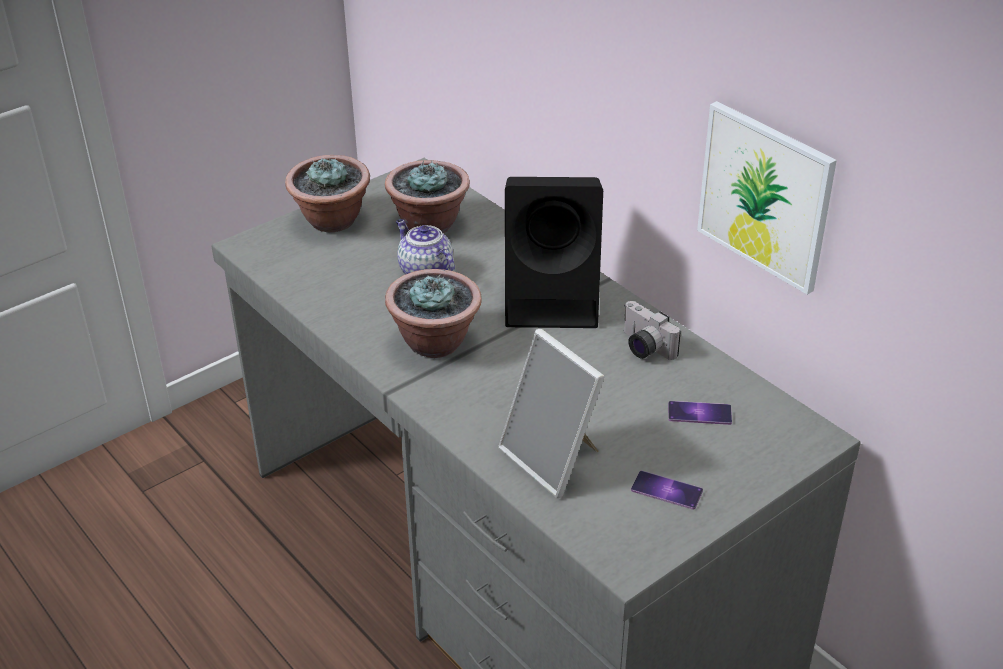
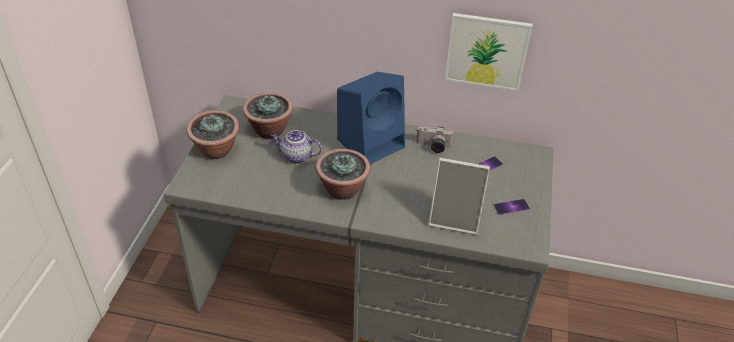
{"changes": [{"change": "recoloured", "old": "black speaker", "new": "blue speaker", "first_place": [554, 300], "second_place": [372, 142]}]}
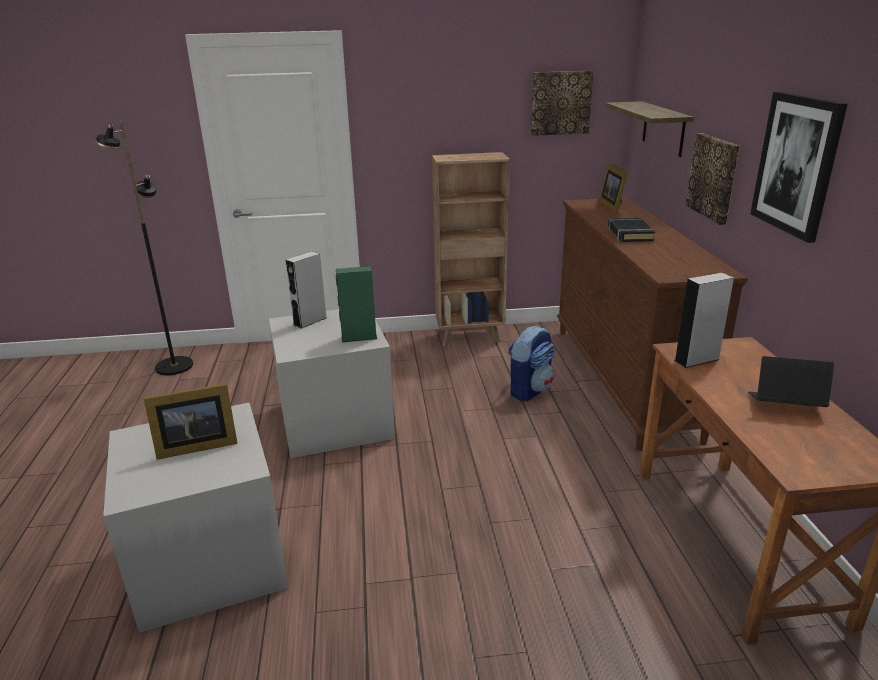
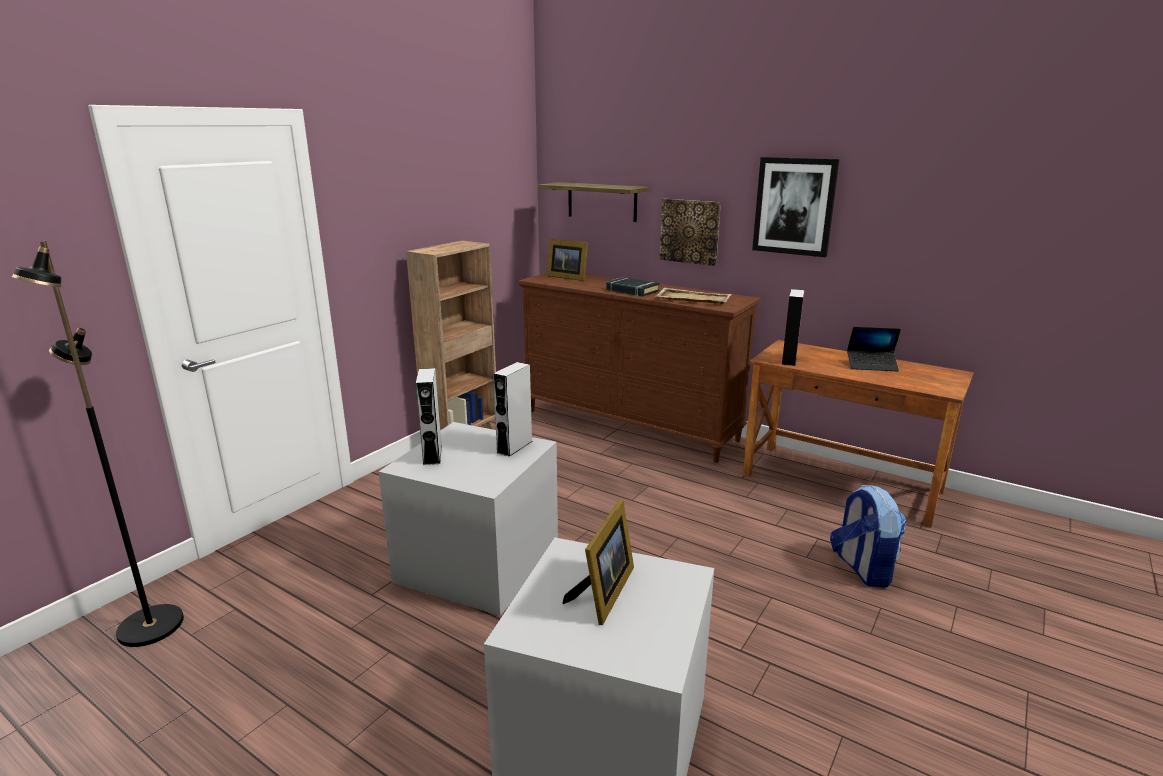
{"changes": [{"change": "removed", "old": "picture", "first_place": [560, 103]}, {"change": "added", "new": "beige tray", "second_place": [692, 298]}, {"change": "moved", "old": "backpack", "first_place": [529, 390], "second_place": [862, 568]}, {"change": "recoloured", "old": "green speaker", "new": "grey speaker", "first_place": [359, 337], "second_place": [514, 447]}, {"change": "turned", "old": "laptop", "first_place": [784, 405], "second_place": [871, 365], "degrees": -135}]}
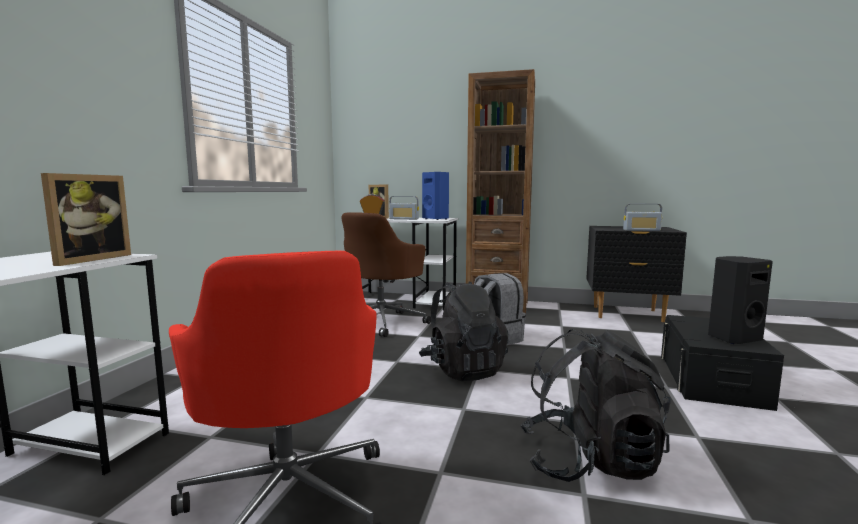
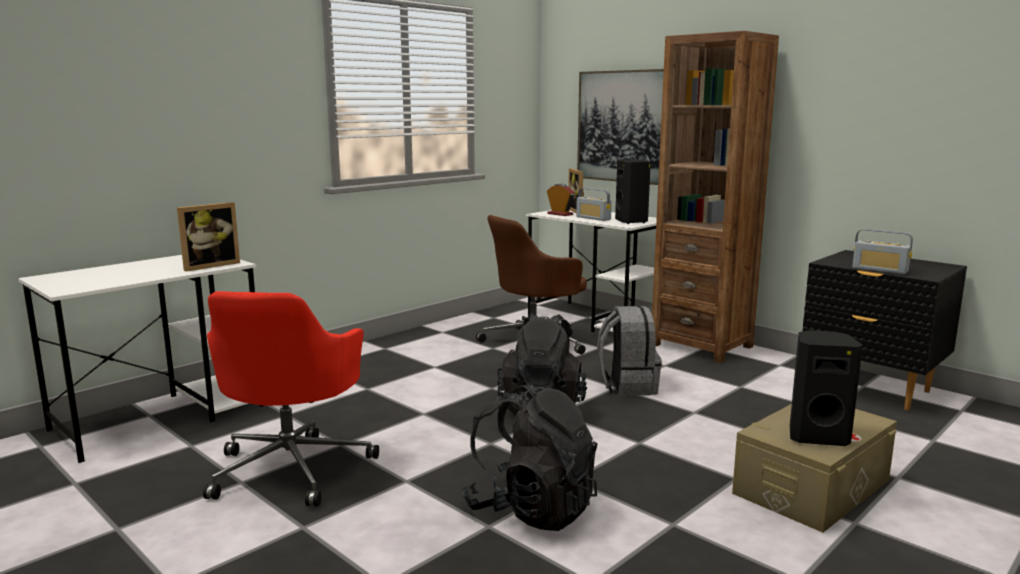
{"changes": [{"change": "added", "new": "picture", "second_place": [623, 126]}, {"change": "recoloured", "old": "blue speaker", "new": "black speaker", "first_place": [436, 219], "second_place": [632, 221]}, {"change": "recoloured", "old": "black storage box", "new": "beige storage box", "first_place": [712, 380], "second_place": [811, 487]}]}
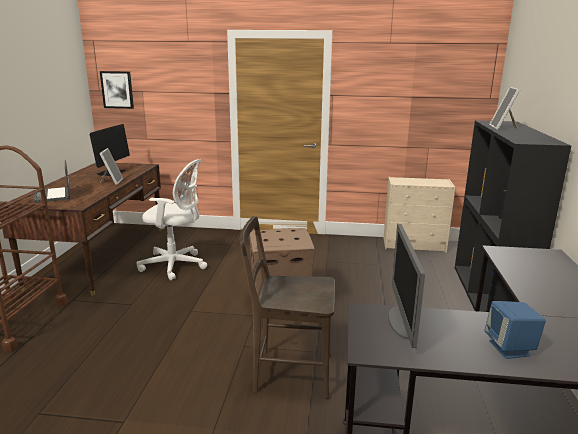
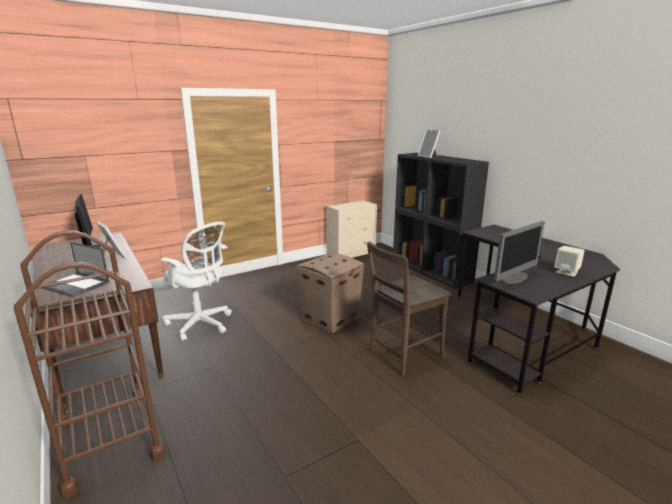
{"changes": [{"change": "removed", "old": "picture", "first_place": [117, 89]}, {"change": "recoloured", "old": "blue speaker", "new": "beige speaker", "first_place": [510, 348], "second_place": [567, 272]}, {"change": "turned", "old": "white office chair", "first_place": [176, 265], "second_place": [201, 325], "degrees": 60}, {"change": "turned", "old": "monitor", "first_place": [402, 322], "second_place": [515, 278], "degrees": -90}]}
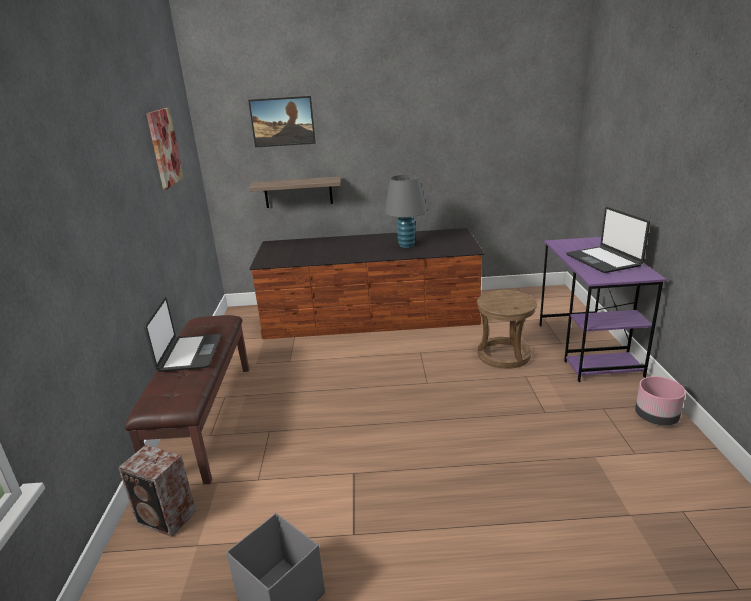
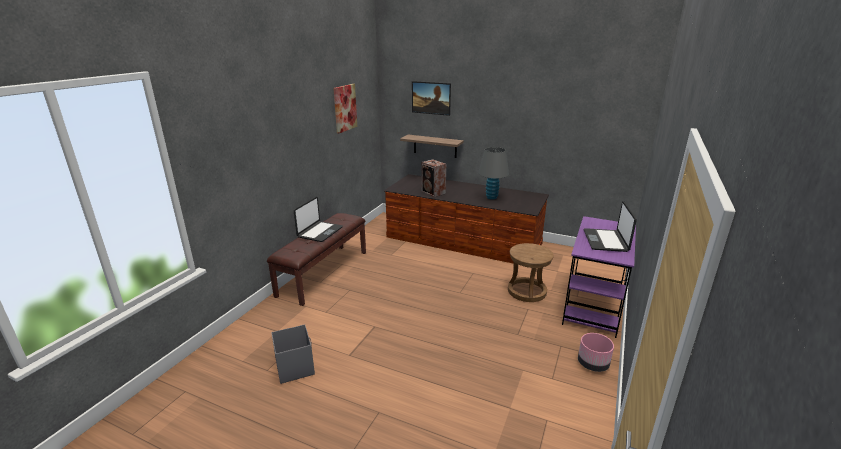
{"changes": [{"change": "moved", "old": "speaker", "first_place": [167, 518], "second_place": [433, 193]}]}
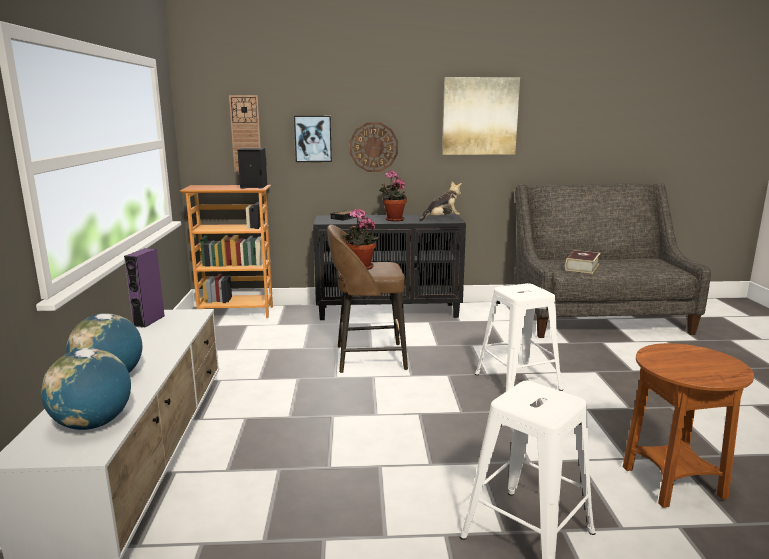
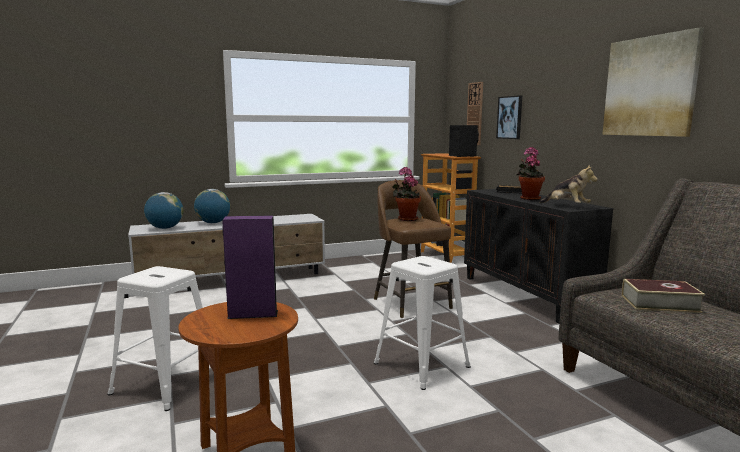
{"changes": [{"change": "removed", "old": "wall clock", "first_place": [373, 147]}, {"change": "moved", "old": "purple speaker", "first_place": [149, 321], "second_place": [252, 314]}]}
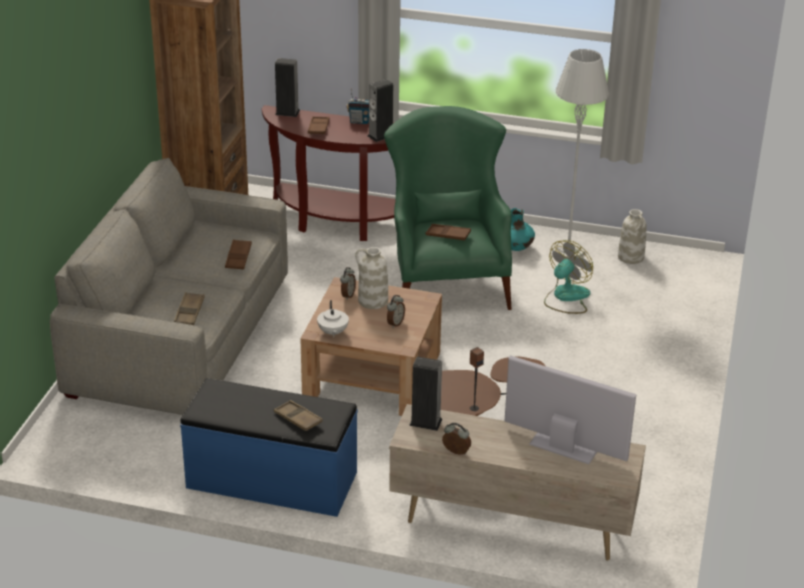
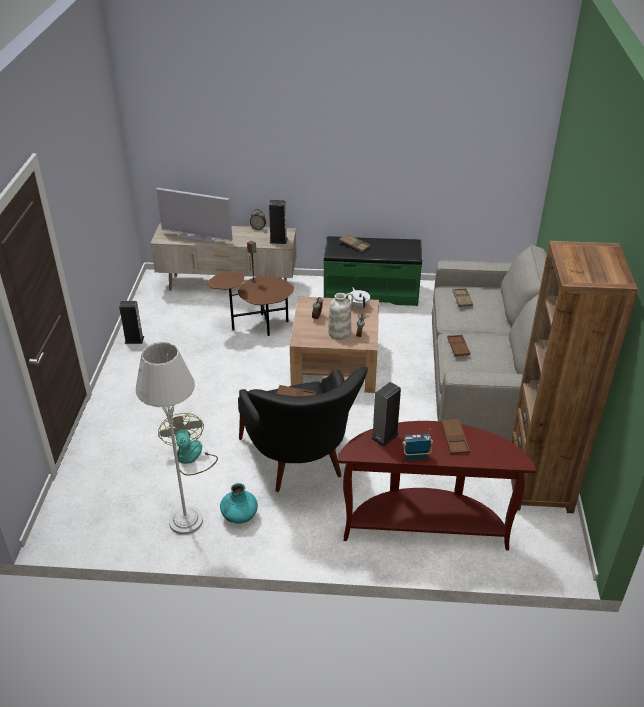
{"changes": [{"change": "removed", "old": "white vase", "first_place": [631, 257]}, {"change": "moved", "old": "speaker", "first_place": [287, 112], "second_place": [134, 340]}, {"change": "recoloured", "old": "blue bench", "new": "green bench", "first_place": [271, 481], "second_place": [371, 292]}, {"change": "recoloured", "old": "green armchair", "new": "black armchair", "first_place": [445, 278], "second_place": [301, 465]}, {"change": "turned", "old": "fan", "first_place": [566, 297], "second_place": [190, 458], "degrees": 135}]}
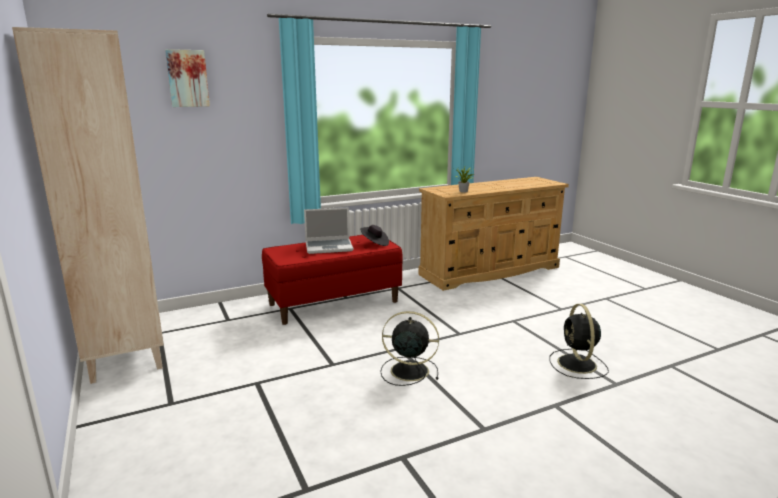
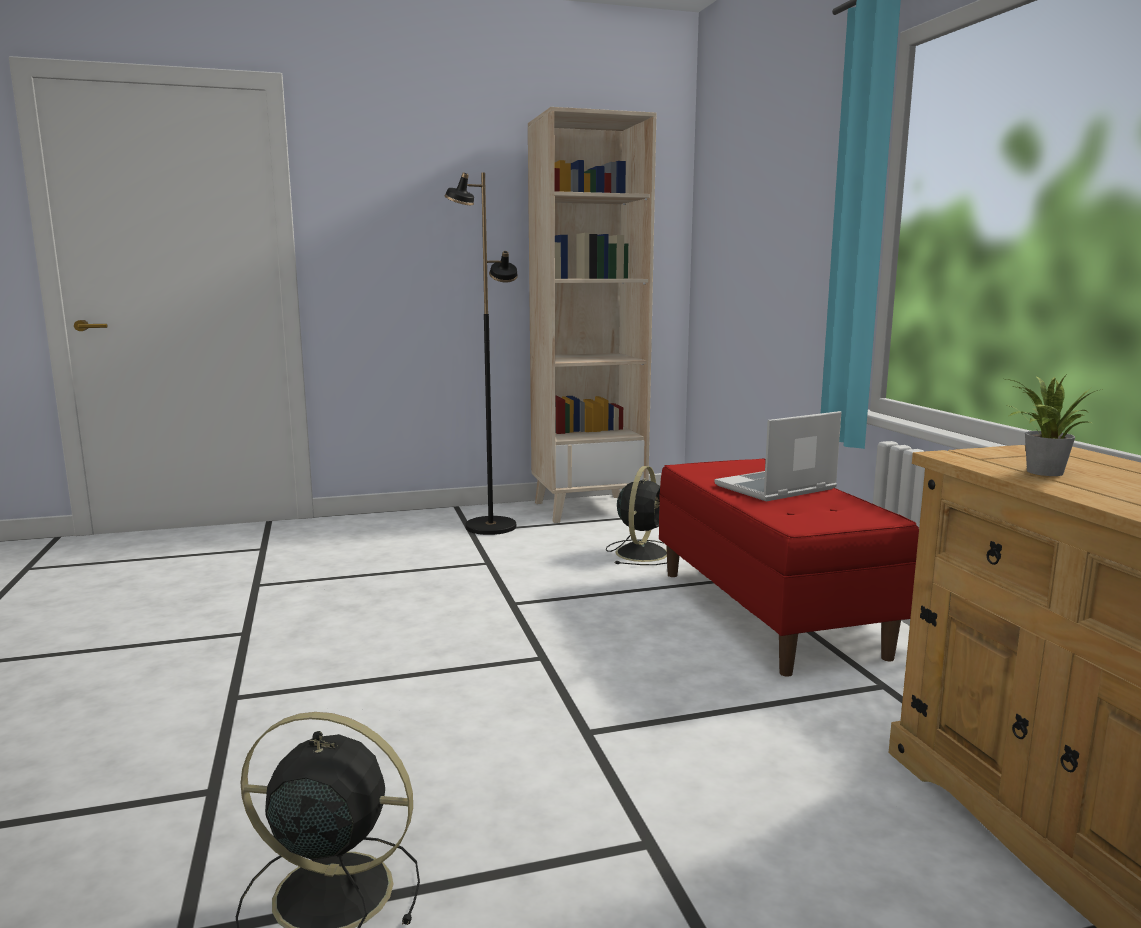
{"changes": [{"change": "removed", "old": "picture", "first_place": [187, 78]}, {"change": "removed", "old": "black hat", "first_place": [374, 243]}, {"change": "added", "new": "black floor lamp", "second_place": [490, 526]}, {"change": "moved", "old": "black fan", "first_place": [407, 371], "second_place": [642, 552]}, {"change": "turned", "old": "laptop", "first_place": [329, 247], "second_place": [775, 488], "degrees": 60}]}
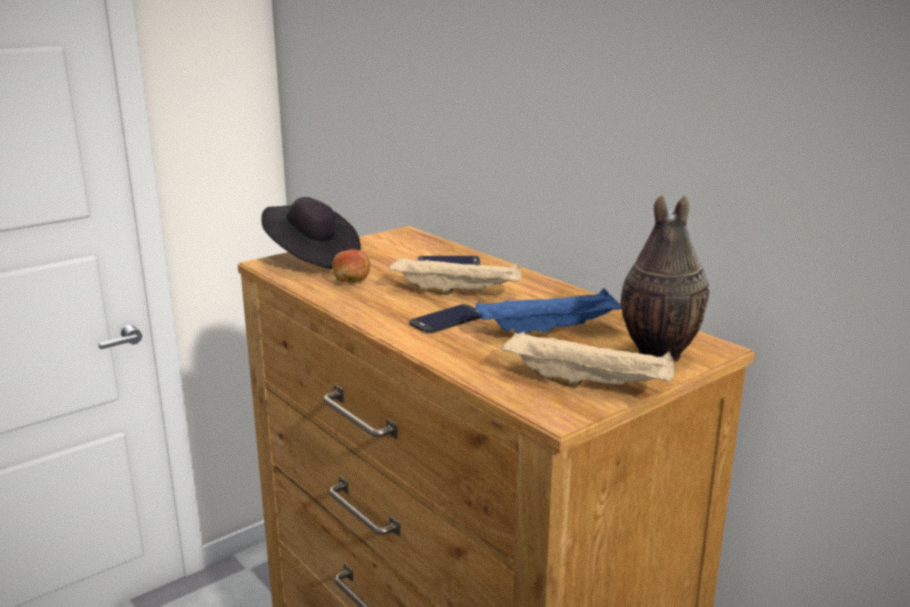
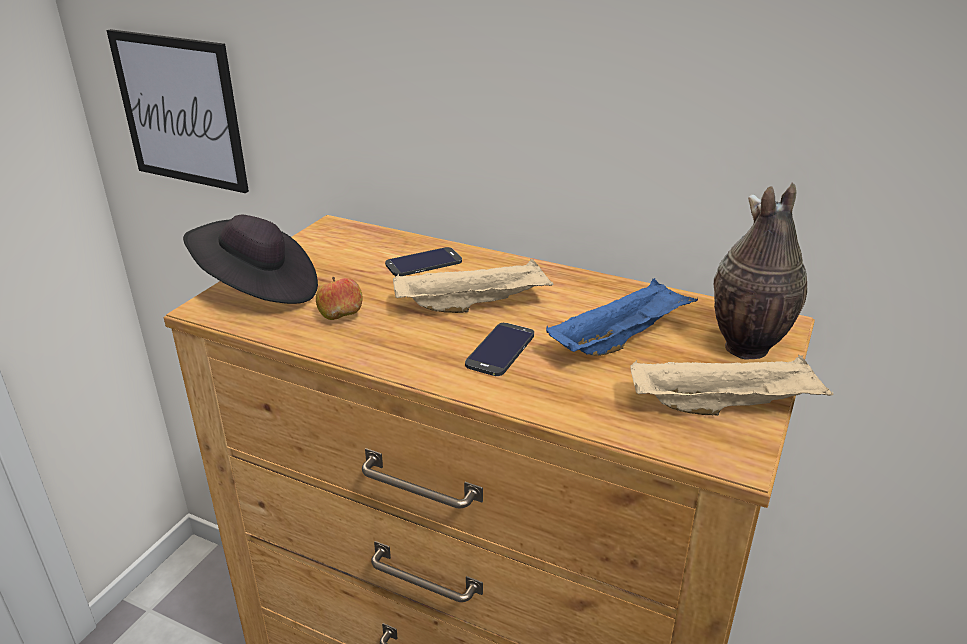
{"changes": [{"change": "added", "new": "picture", "second_place": [180, 111]}]}
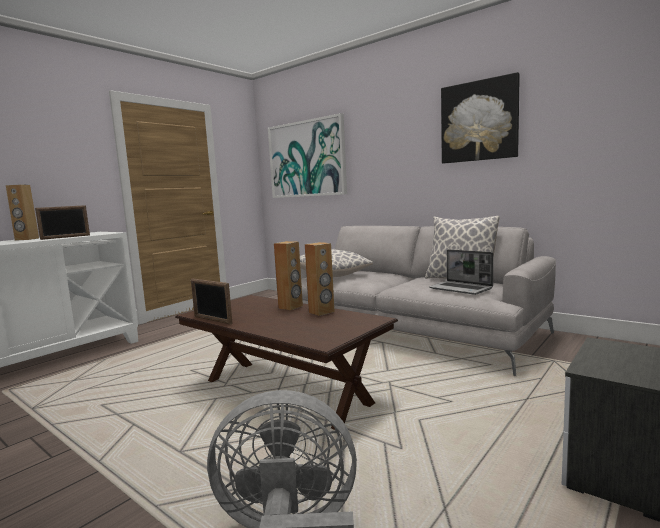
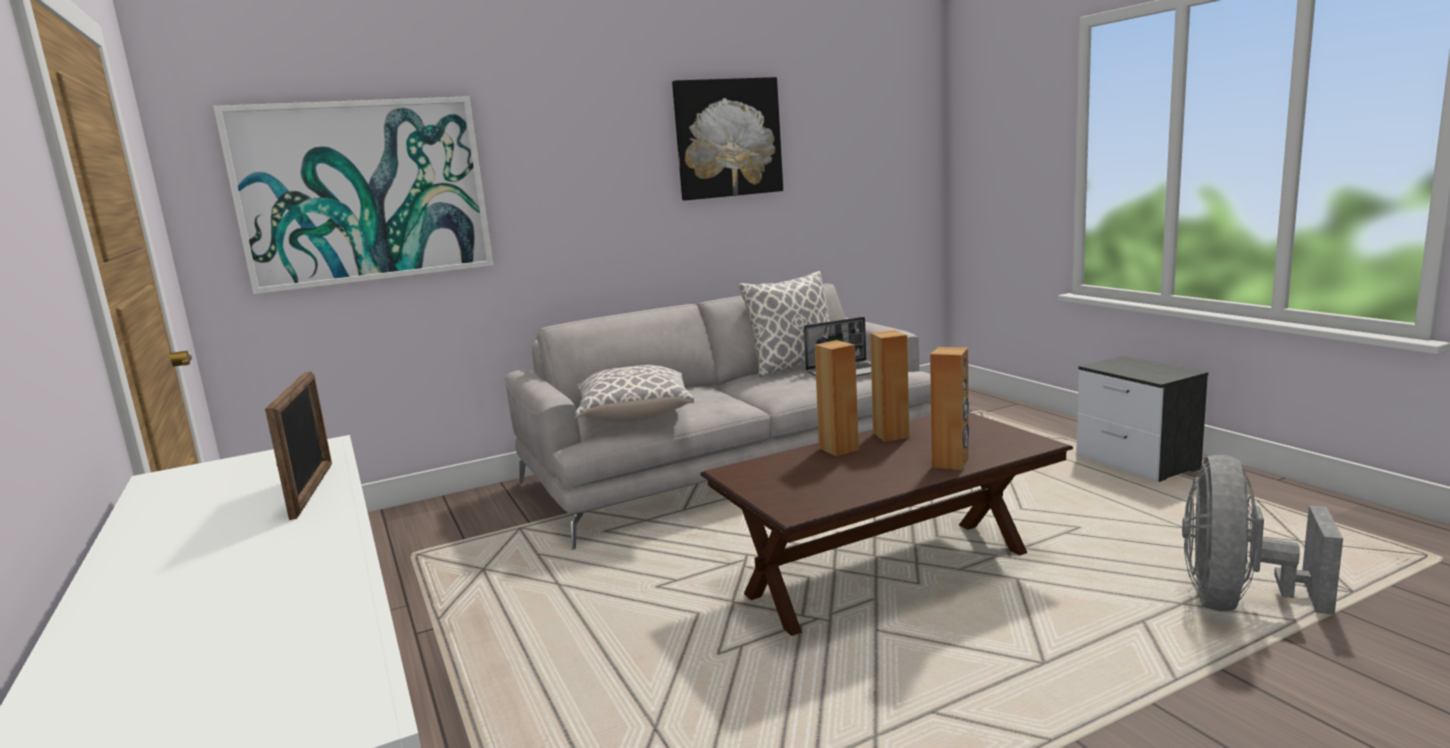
{"changes": [{"change": "removed", "old": "picture frame", "first_place": [212, 320]}, {"change": "moved", "old": "brown speaker", "first_place": [26, 239], "second_place": [951, 463]}]}
